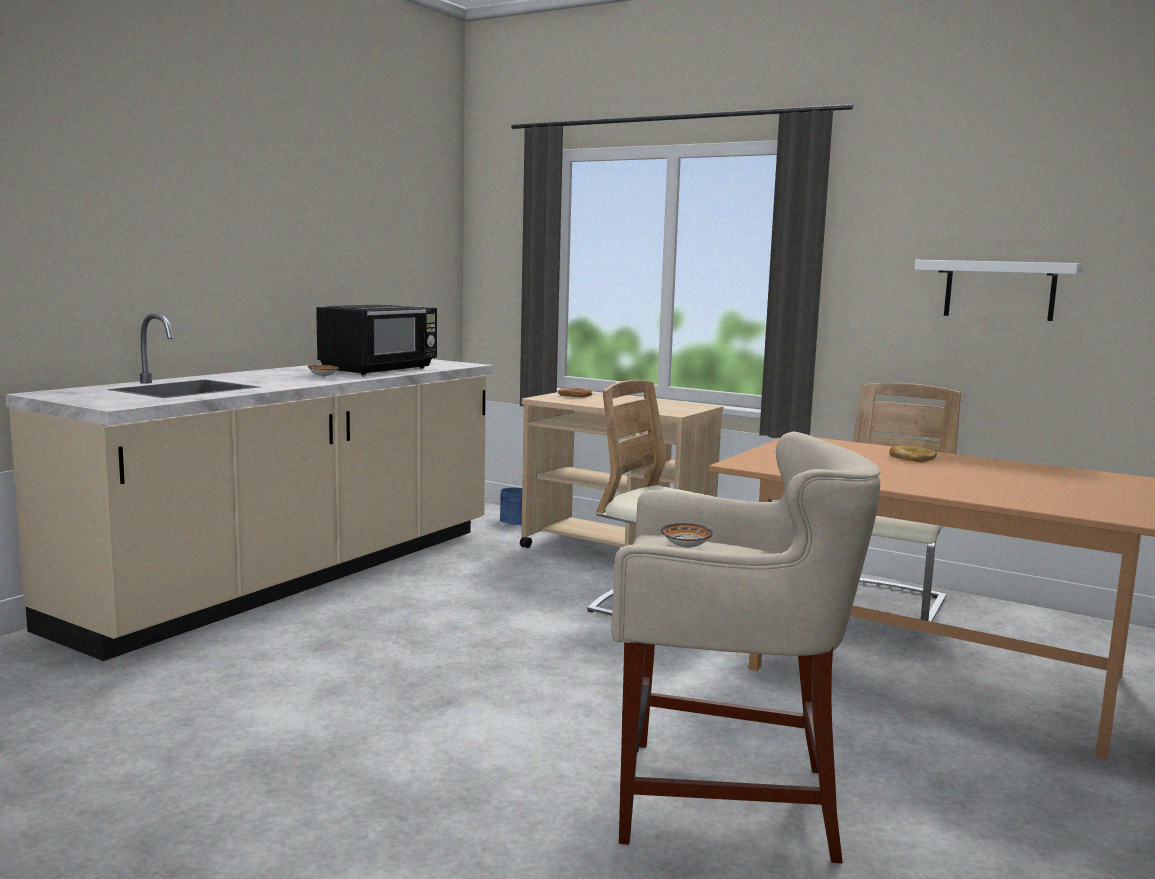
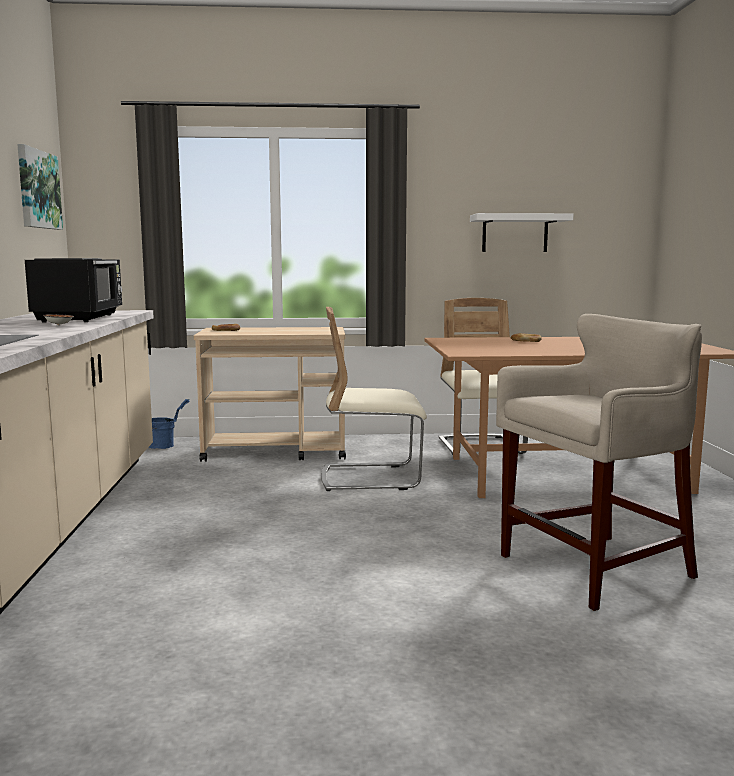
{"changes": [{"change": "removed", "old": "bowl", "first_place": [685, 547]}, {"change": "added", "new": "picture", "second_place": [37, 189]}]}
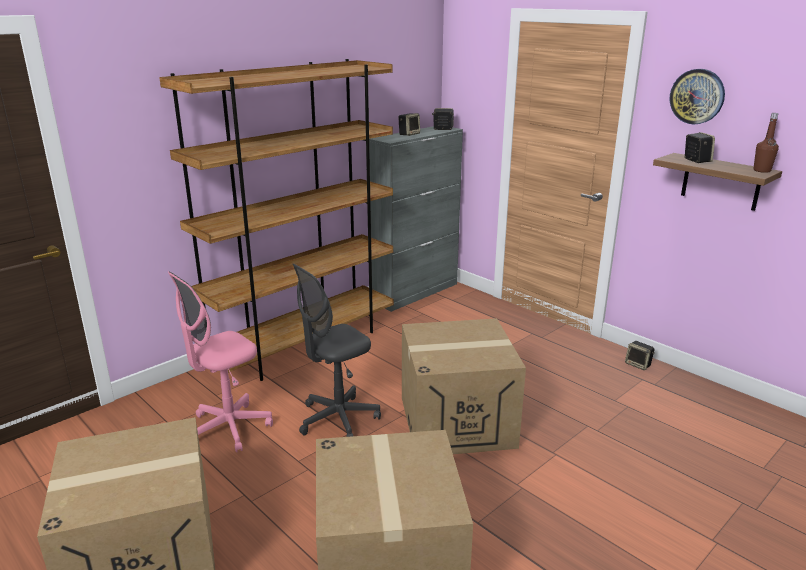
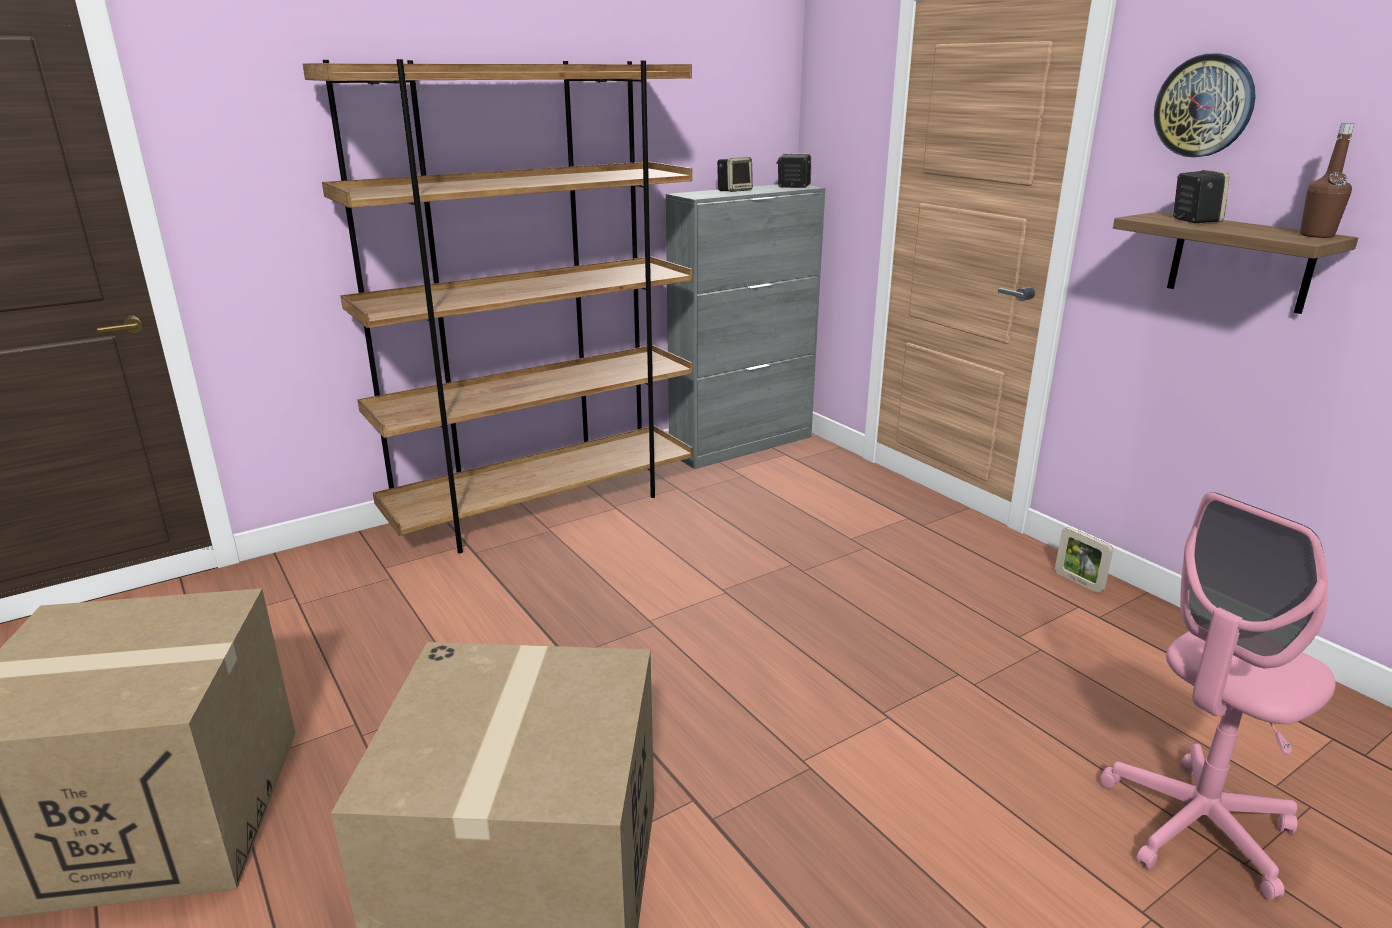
{"changes": [{"change": "removed", "old": "grey office chair", "first_place": [338, 419]}, {"change": "removed", "old": "cardboard box", "first_place": [457, 421]}, {"change": "moved", "old": "pink office chair", "first_place": [229, 428], "second_place": [1196, 826]}, {"change": "replaced", "old": "speaker", "new": "picture frame", "first_place": [638, 364], "second_place": [1078, 582]}]}
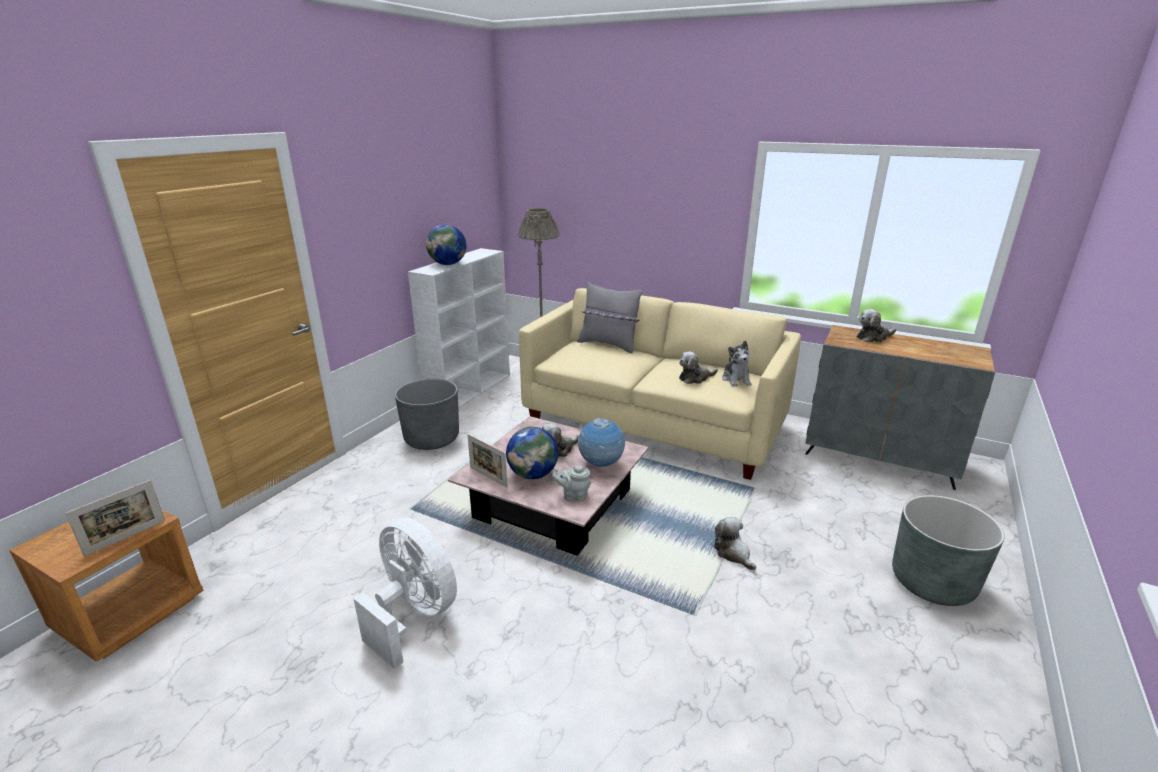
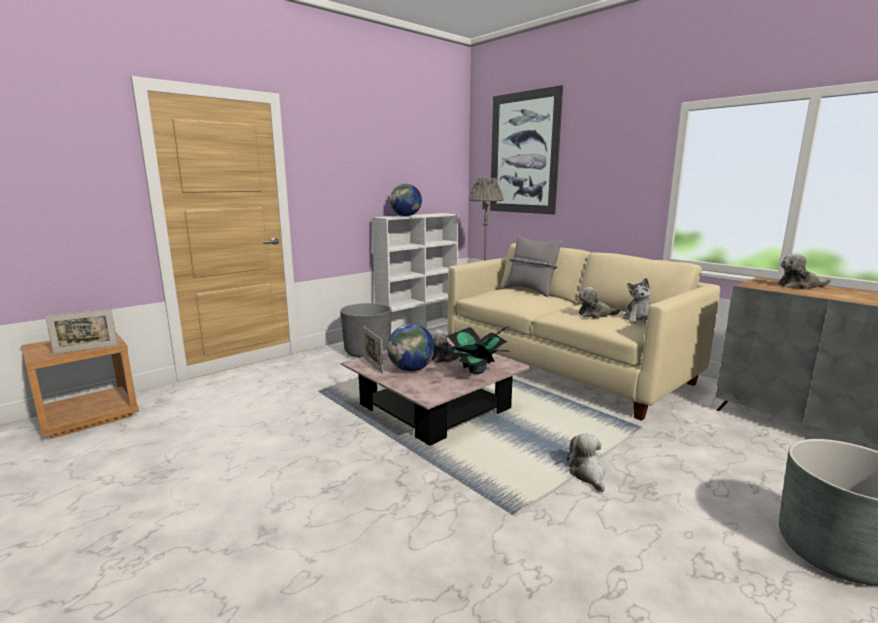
{"changes": [{"change": "removed", "old": "white fan", "first_place": [413, 615]}, {"change": "removed", "old": "grey teapot", "first_place": [573, 496]}, {"change": "added", "new": "picture", "second_place": [523, 153]}, {"change": "replaced", "old": "globe", "new": "potted plant", "first_place": [601, 465], "second_place": [476, 372]}]}
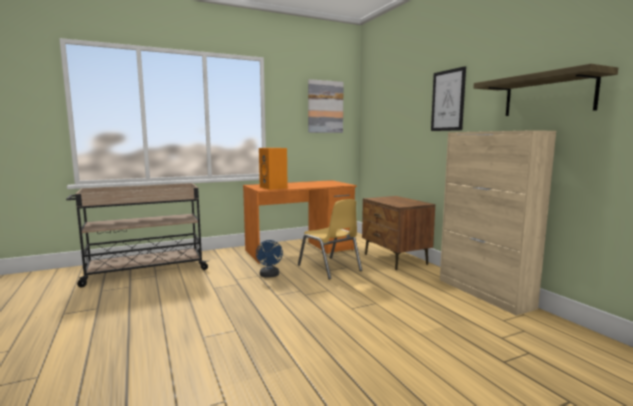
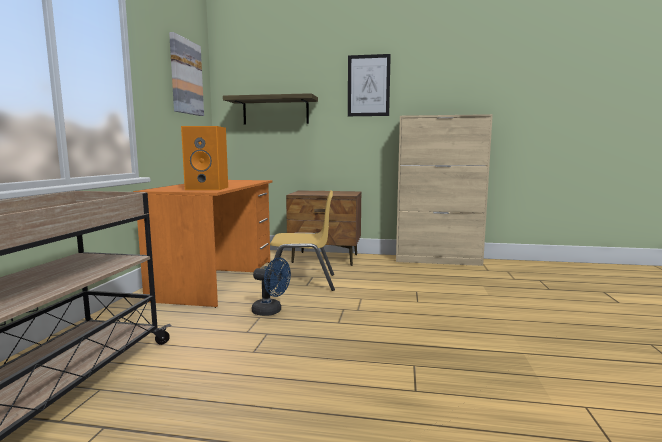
{"changes": [{"change": "moved", "old": "shelf", "first_place": [548, 95], "second_place": [275, 111]}]}
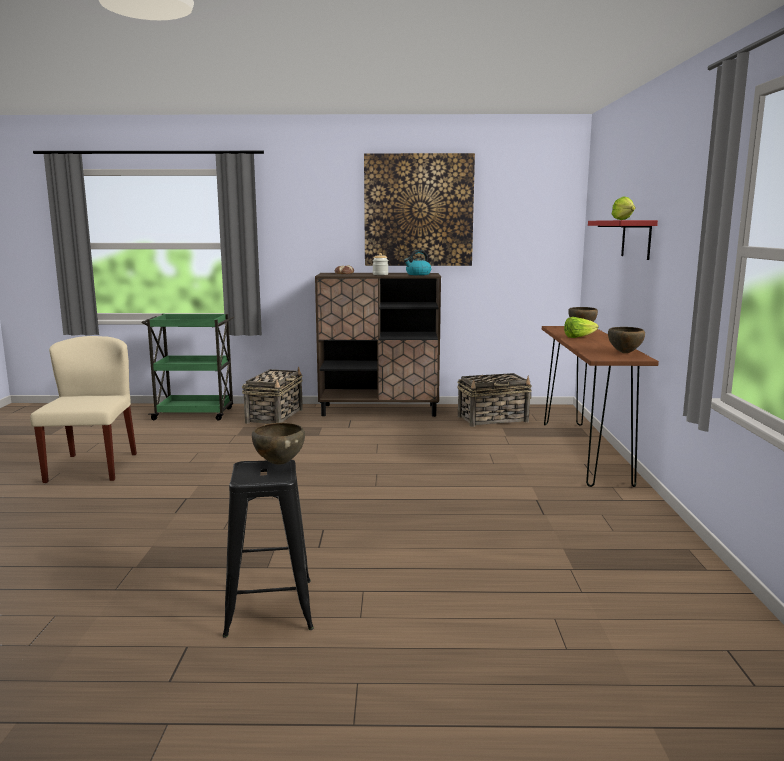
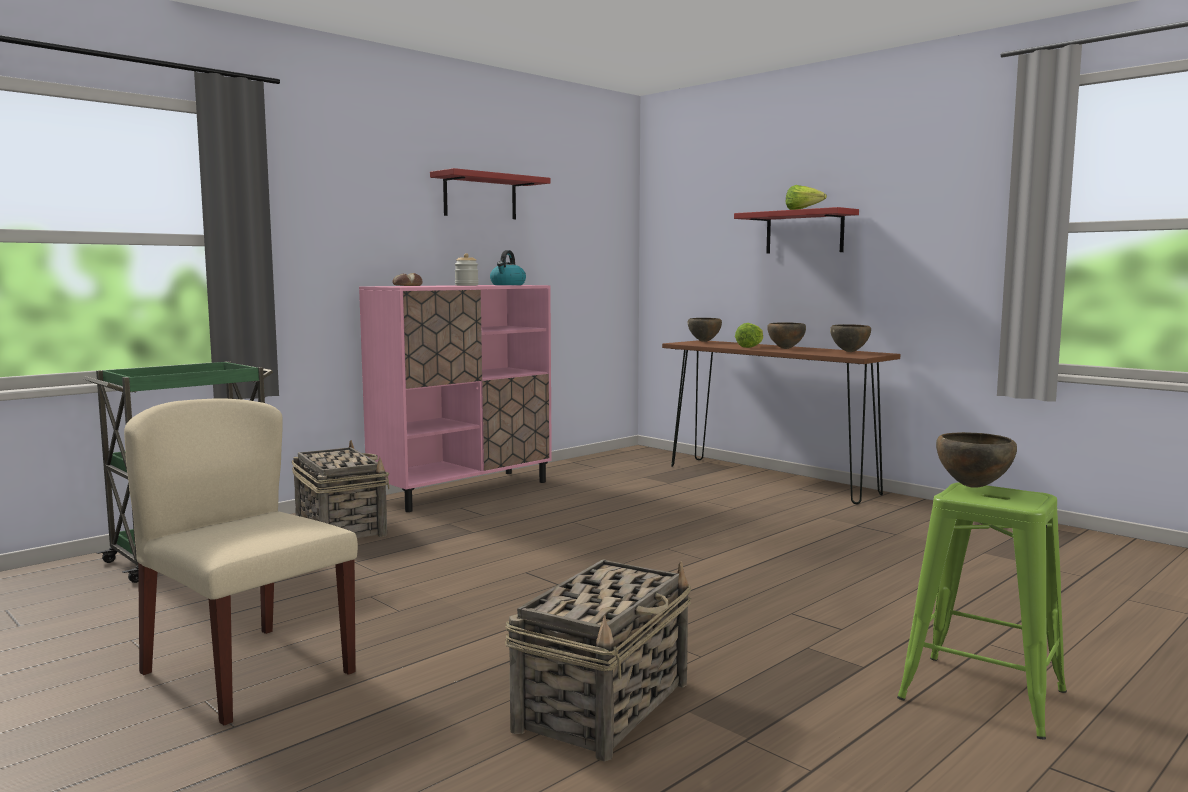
{"changes": [{"change": "added", "new": "brown bowl", "second_place": [785, 348]}, {"change": "moved", "old": "basket", "first_place": [493, 419], "second_place": [604, 705]}, {"change": "replaced", "old": "picture", "new": "red shelf", "first_place": [418, 210], "second_place": [480, 196]}, {"change": "recoloured", "old": "black stool", "new": "green stool", "first_place": [269, 607], "second_place": [984, 696]}, {"change": "recoloured", "old": "brown cabinet", "new": "pink cabinet", "first_place": [379, 410], "second_place": [463, 490]}]}
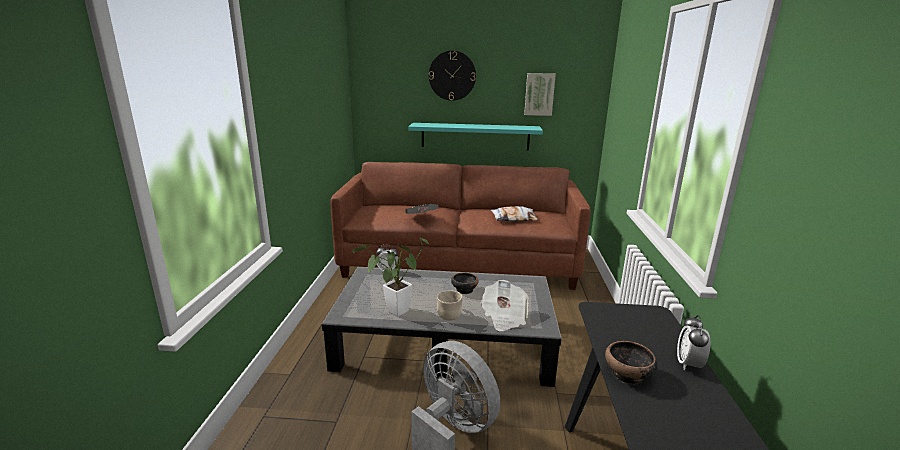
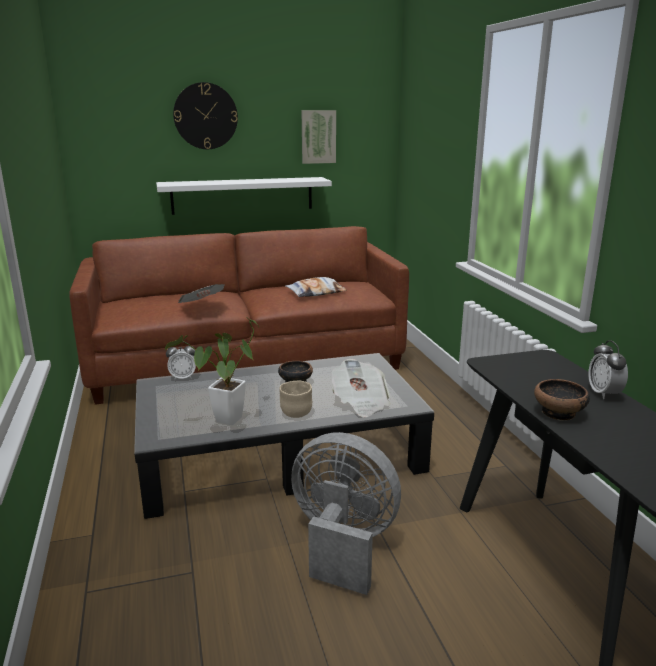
{"changes": [{"change": "recoloured", "old": "turquoise shelf", "new": "white shelf", "first_place": [475, 136], "second_place": [242, 195]}]}
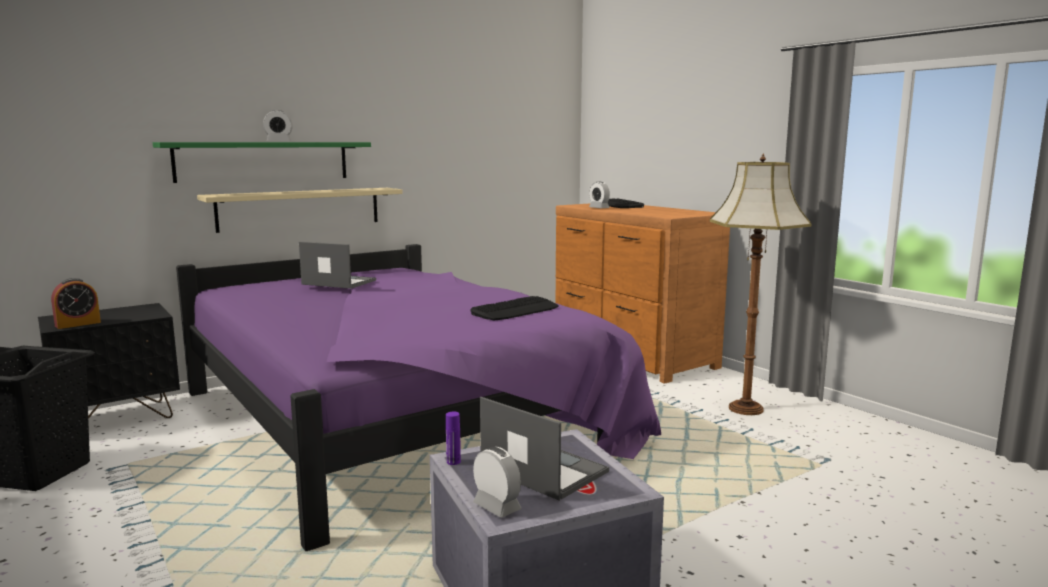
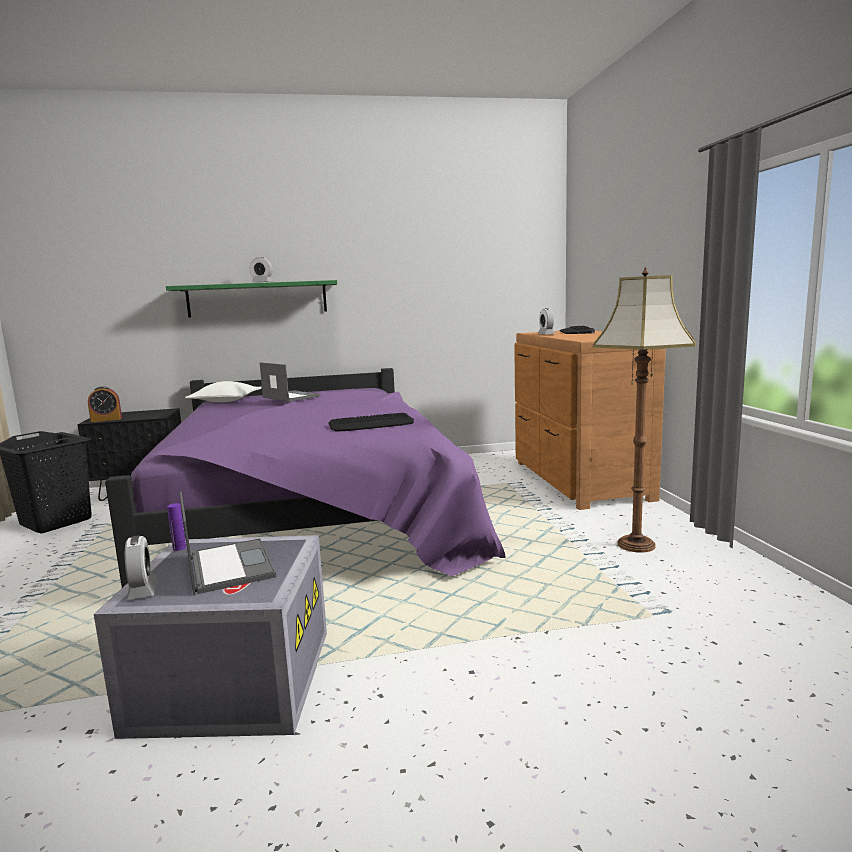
{"changes": [{"change": "removed", "old": "beige shelf", "first_place": [300, 209]}, {"change": "added", "new": "white pillow", "second_place": [225, 401]}]}
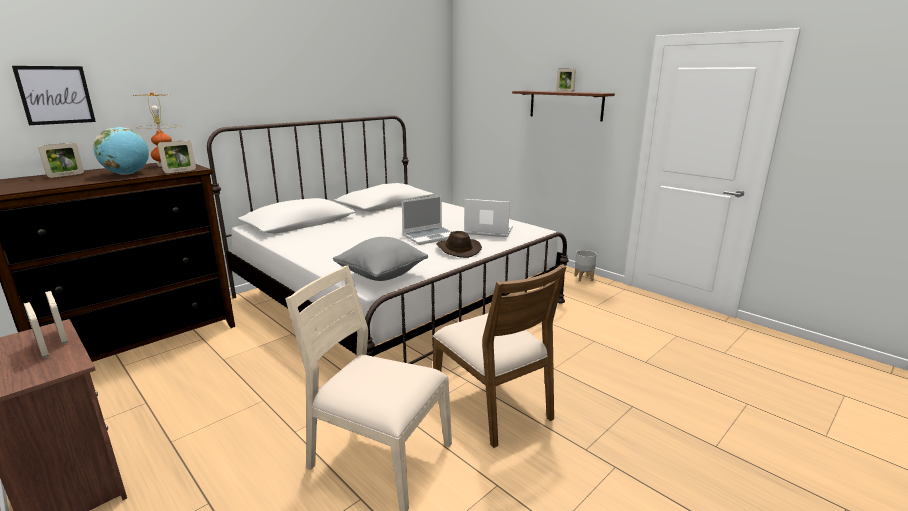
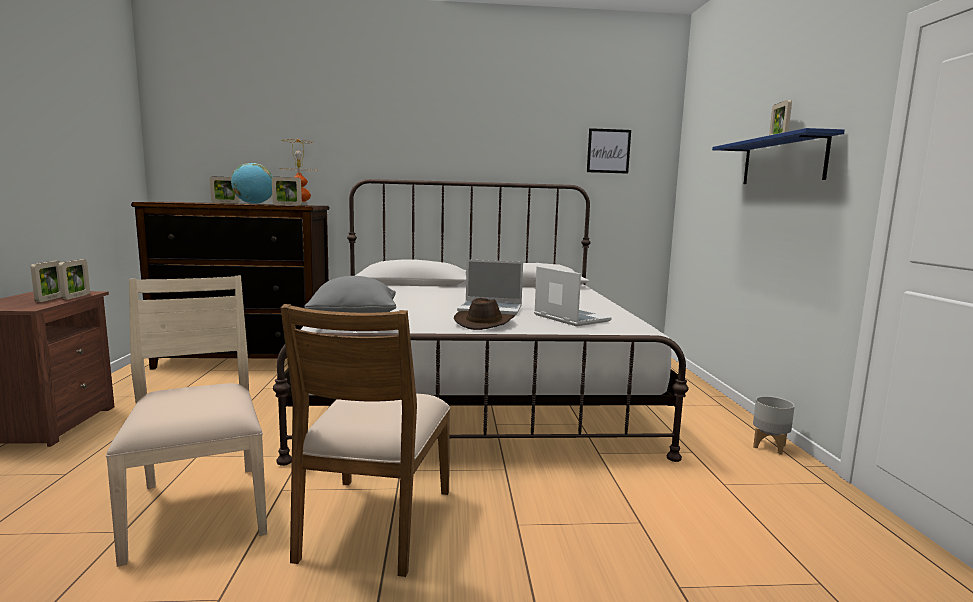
{"changes": [{"change": "moved", "old": "picture", "first_place": [55, 95], "second_place": [608, 151]}, {"change": "recoloured", "old": "brown shelf", "new": "blue shelf", "first_place": [565, 105], "second_place": [782, 161]}]}
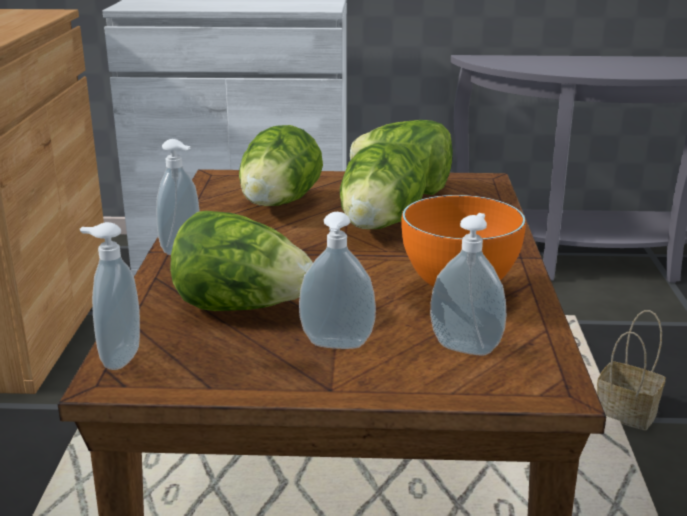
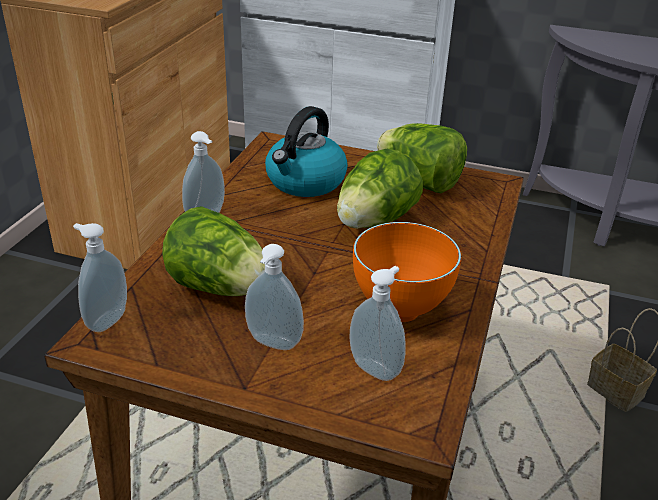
{"changes": [{"change": "replaced", "old": "lettuce", "new": "kettle", "first_place": [278, 205], "second_place": [305, 182]}]}
